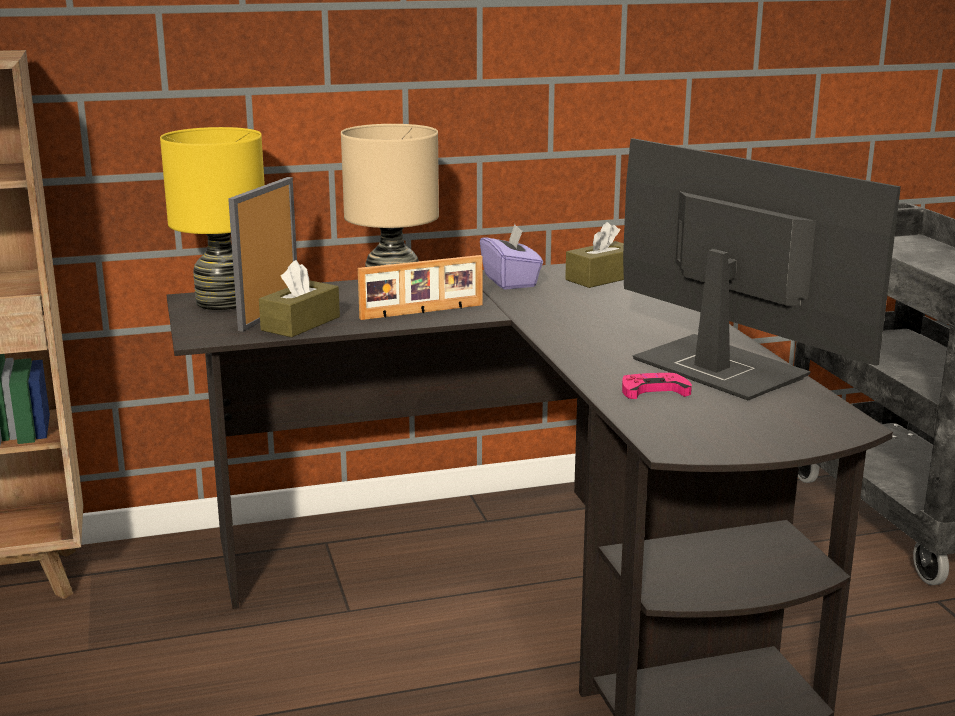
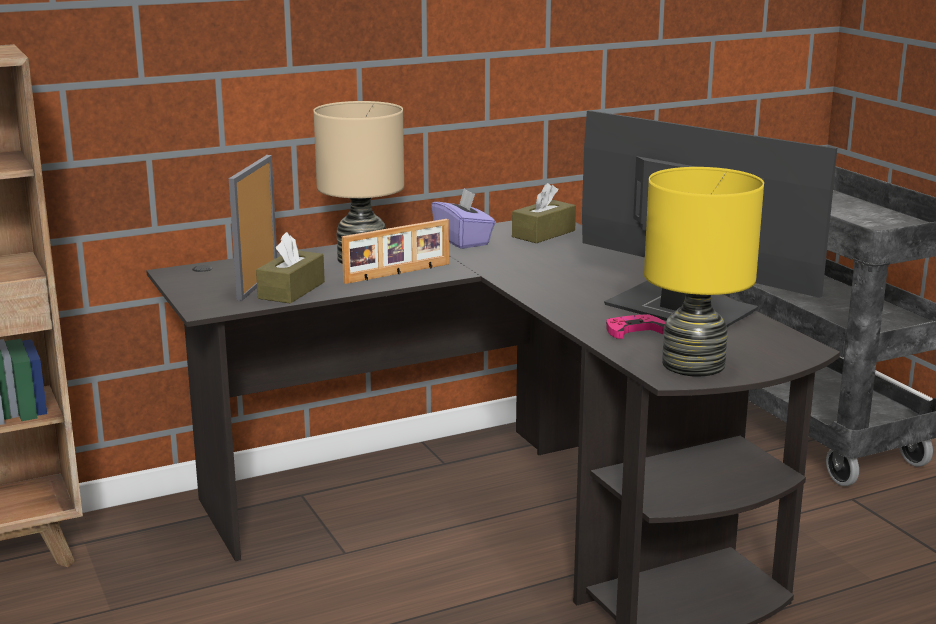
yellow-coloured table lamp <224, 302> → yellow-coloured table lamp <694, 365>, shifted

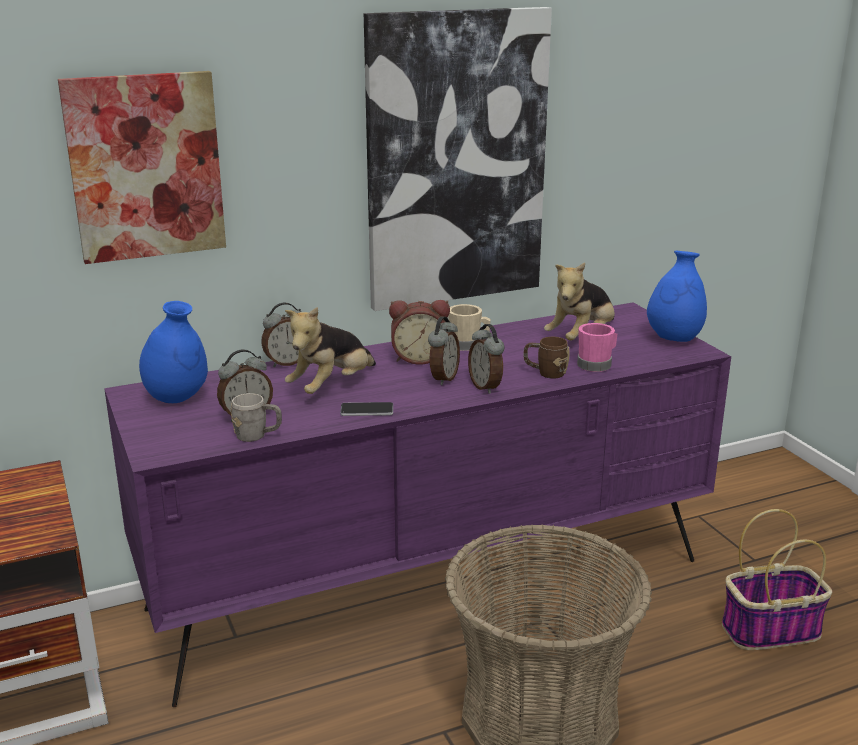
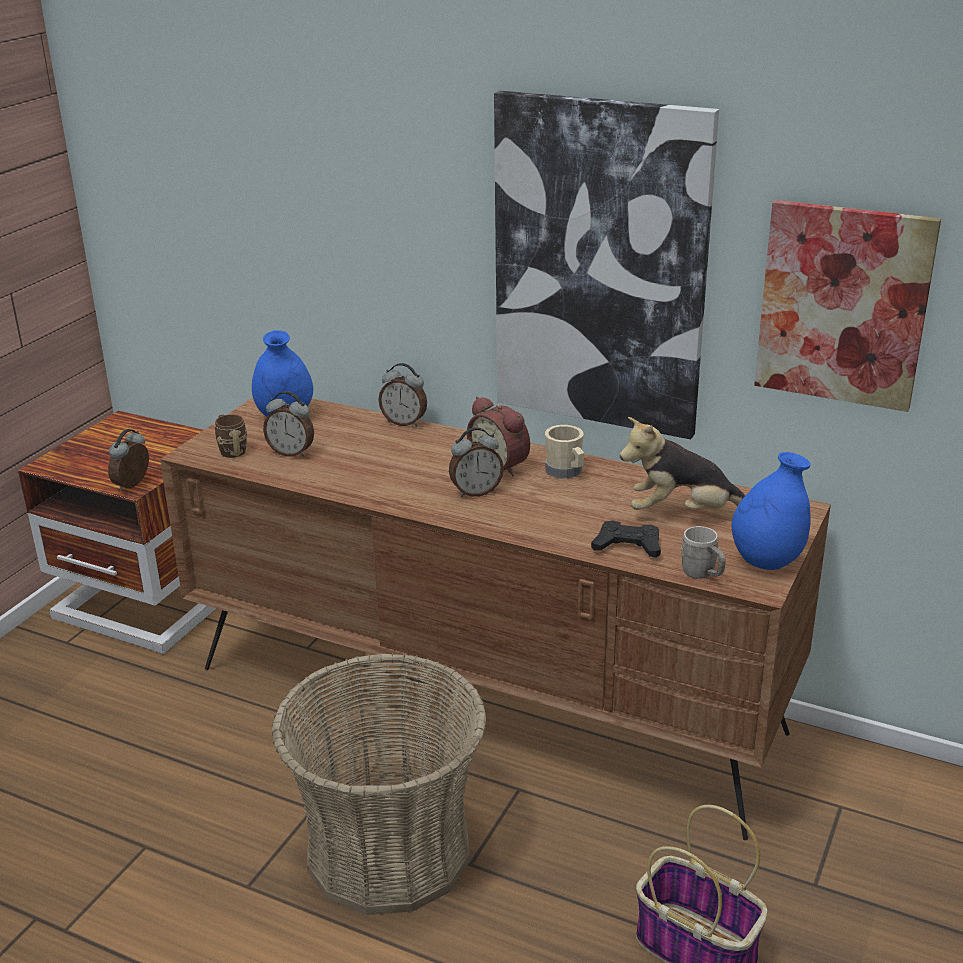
picture <146, 167> → picture <843, 305>, shifted
purple media console <431, 584> → brown-coloured media console <488, 700>
soft toy <332, 387> → -
pink-coloured mug <597, 364> → black-coloured joypad <628, 546>
alarm clock <486, 387> → alarm clock <133, 485>, shifted
brown-coloured mug <545, 373> → brown-coloured mug <231, 449>, shifted
gray mug <257, 436> → gray mug <703, 574>, shifted
phone <367, 410> → -

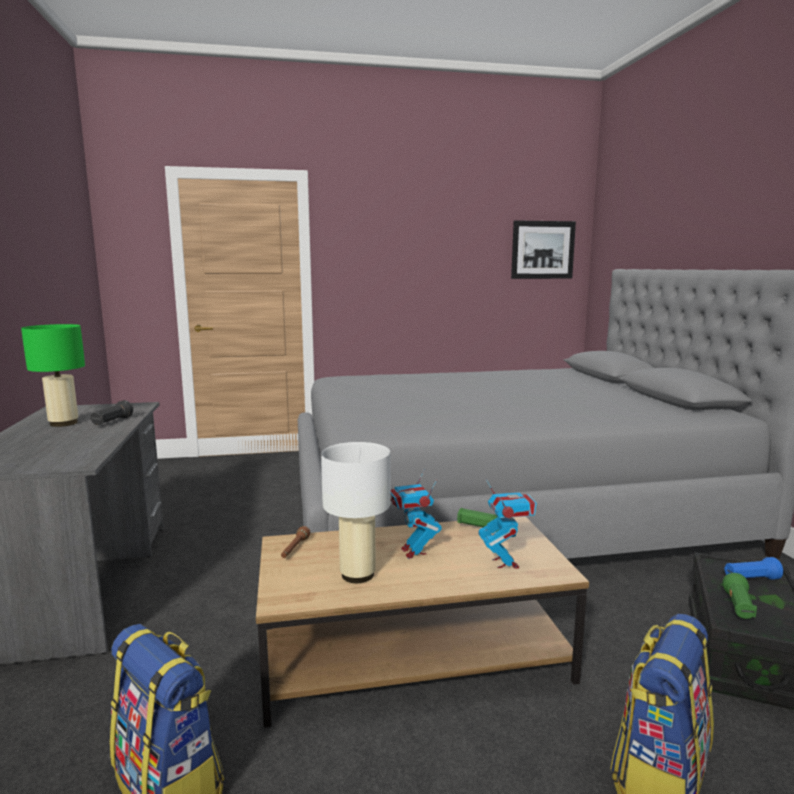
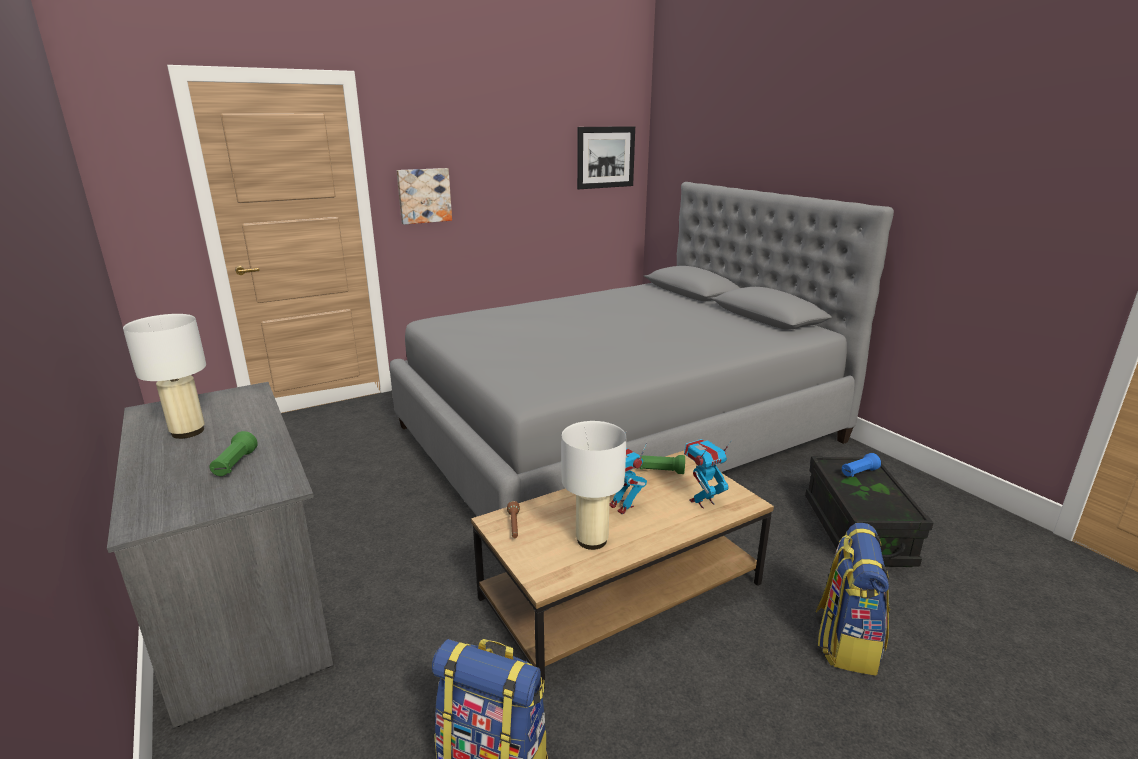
greenish table lamp <64, 423> → white table lamp <189, 431>
black-coloured hand torch <112, 422> → -
model robot <505, 563> → model robot <702, 501>, 90 degrees counterclockwise
greenish hand torch <738, 607> → greenish hand torch <235, 465>, shifted
- → picture <424, 195>

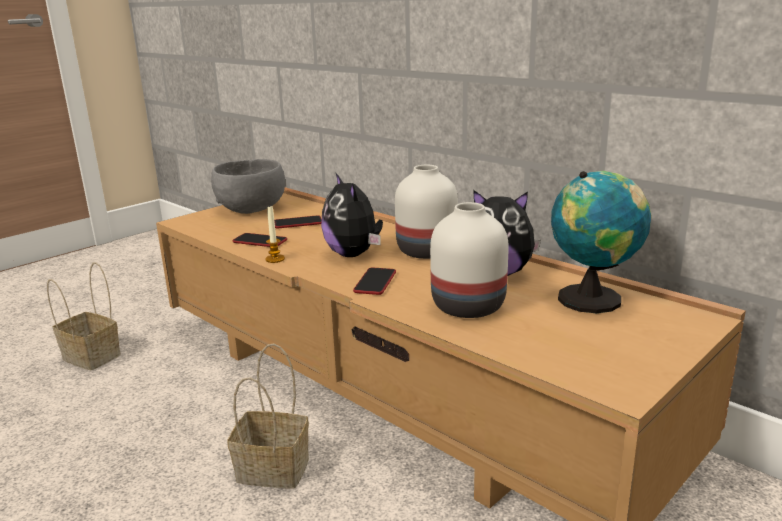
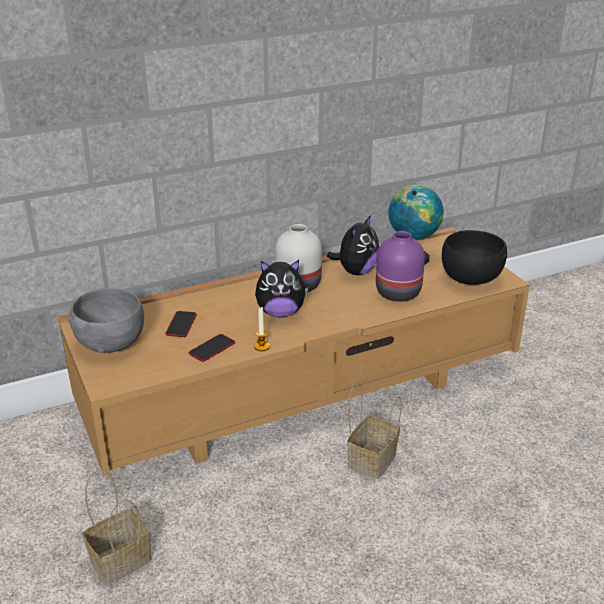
white flower vase <468, 307> → purple flower vase <399, 293>
phone <375, 282> → -
- → black-coloured bowl <470, 278>

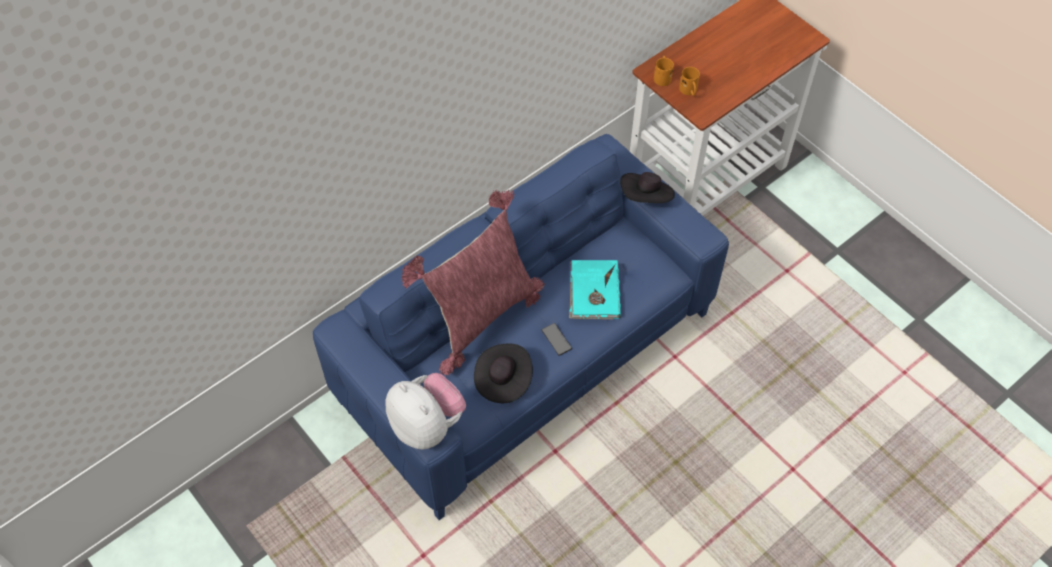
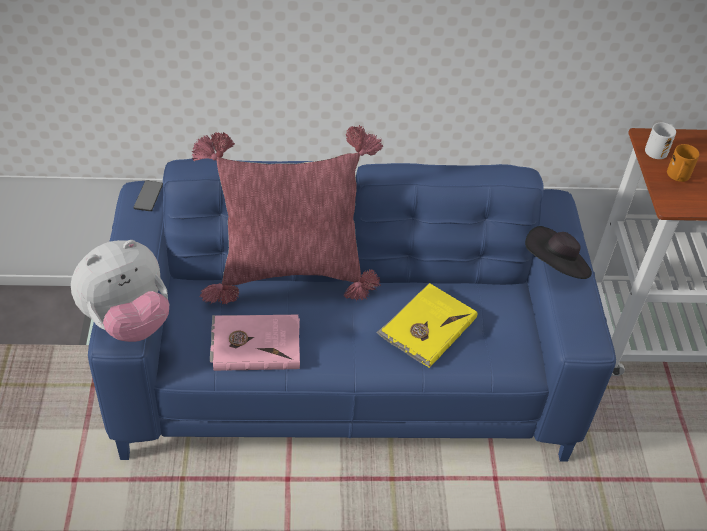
orange mug <662, 76> → white mug <658, 149>
turquoise-coloured volume <594, 292> → yellow-coloured volume <426, 327>
phone <556, 339> → phone <148, 196>, shifted
black-coloured clothing hat <503, 380> → pink-coloured volume <255, 344>
soft toy <427, 425> → soft toy <127, 321>, 60 degrees clockwise

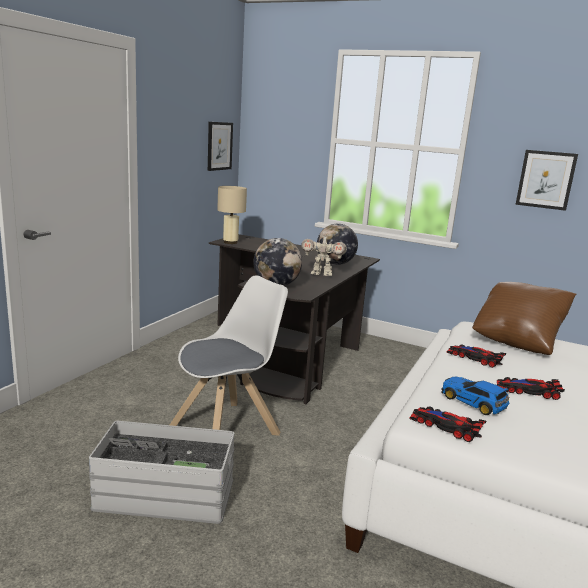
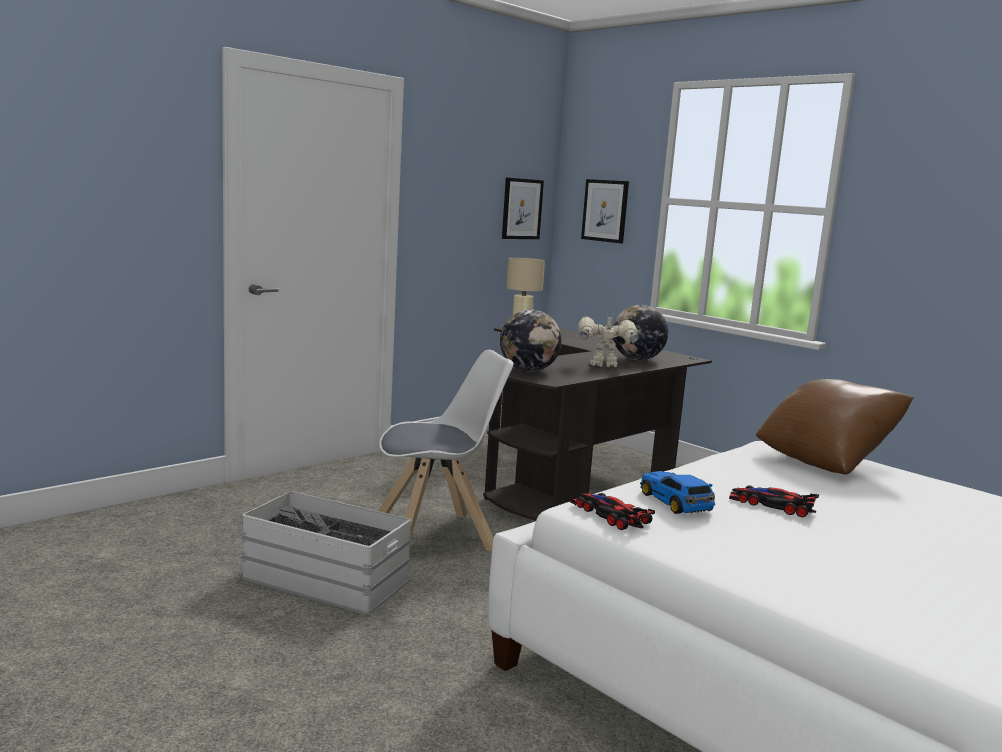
picture <545, 179> → picture <605, 210>, shifted
model robot <321, 274> → model robot <604, 366>, 150 degrees clockwise
toy car <474, 358> → -

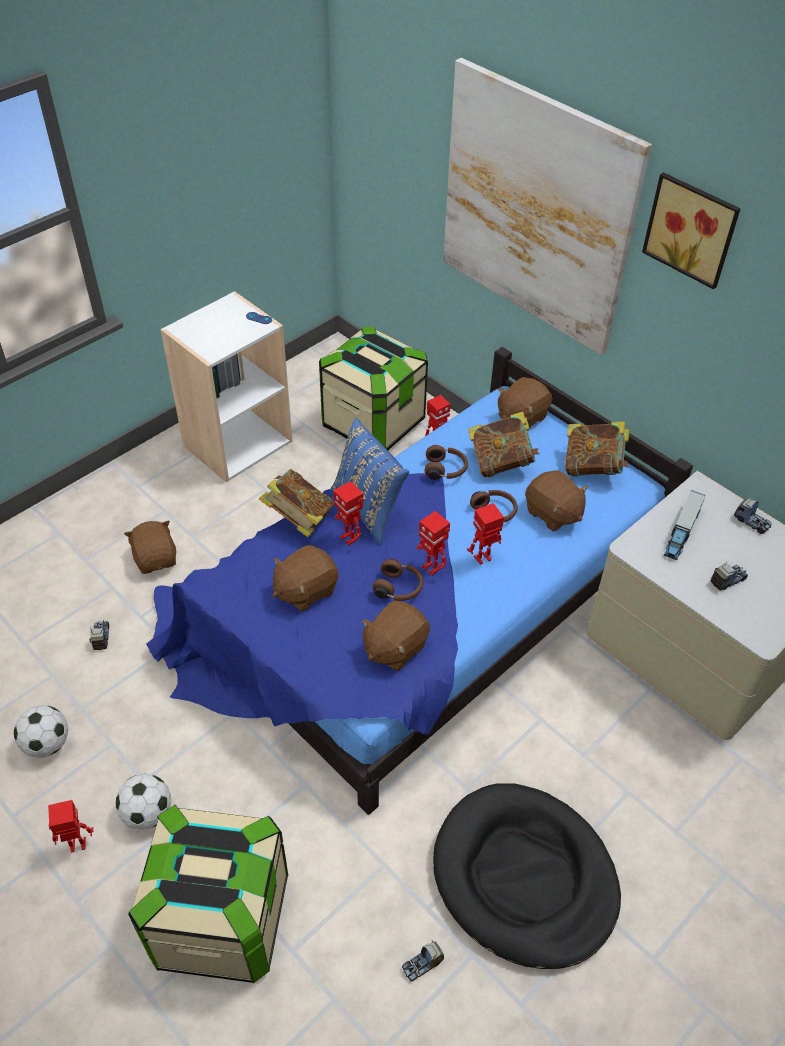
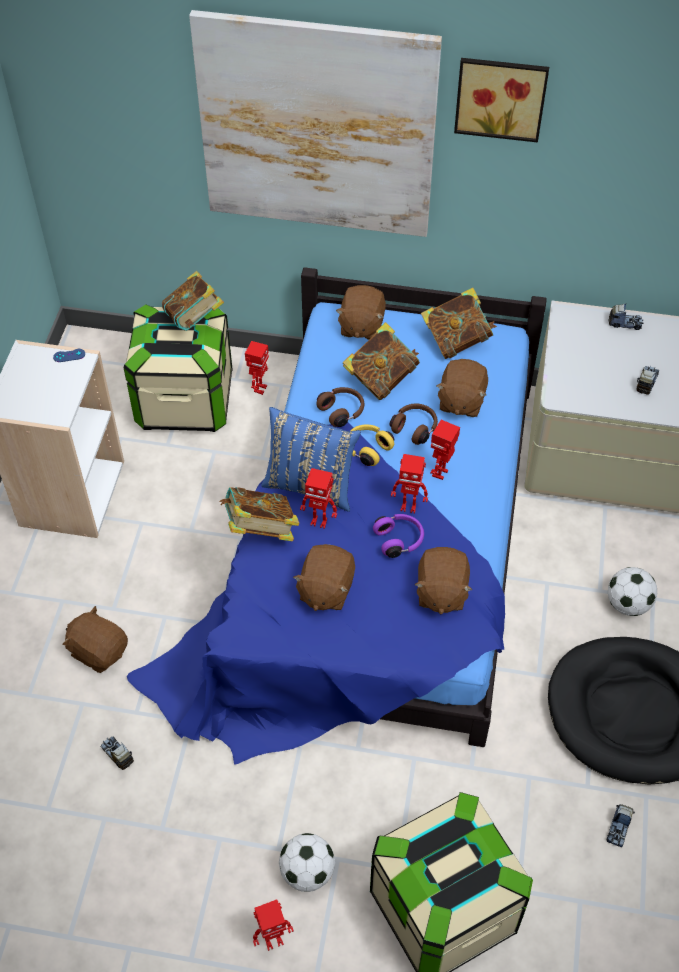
brown-coloured soft toy <552, 513> → brown-coloured soft toy <460, 401>, 90 degrees clockwise
model truck <681, 532> → -
brown-coloured headset <399, 588> → purple headset <399, 540>
football ball <47, 743> → football ball <627, 604>, shifted
model robot <78, 846> → model robot <273, 940>, 150 degrees counterclockwise
- → volume <194, 319>
- → yellow-coloured headset <367, 449>

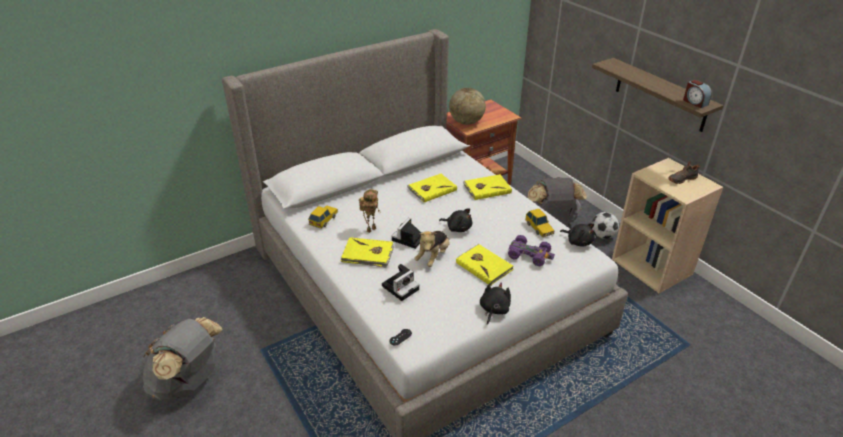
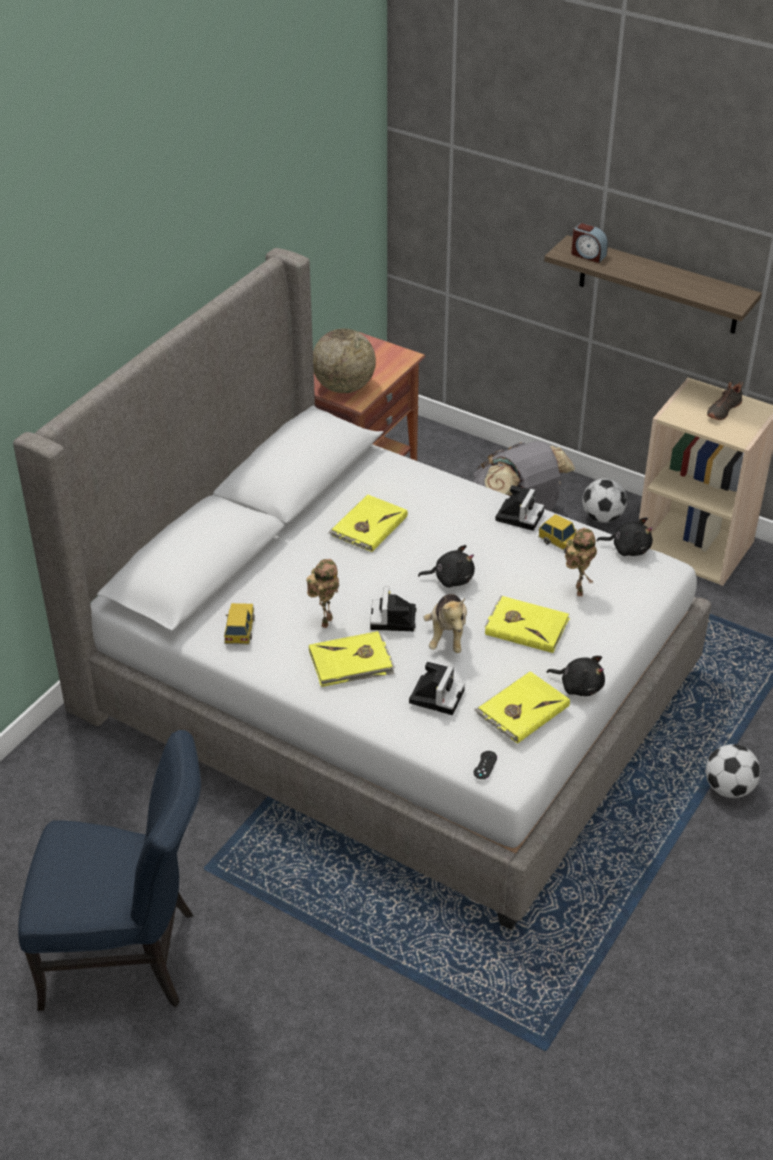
alarm clock <695, 102> → alarm clock <588, 255>, shifted
yellow-coloured volume <486, 188> → yellow-coloured volume <521, 709>, shifted
purple toy car <530, 255> → model robot <577, 590>
black-coloured soft toy <493, 310> → black-coloured soft toy <579, 686>, 120 degrees clockwise
gray backpack <189, 382> → blue plain chair <129, 956>
- → photo camera <519, 515>
- → football ball <728, 788>

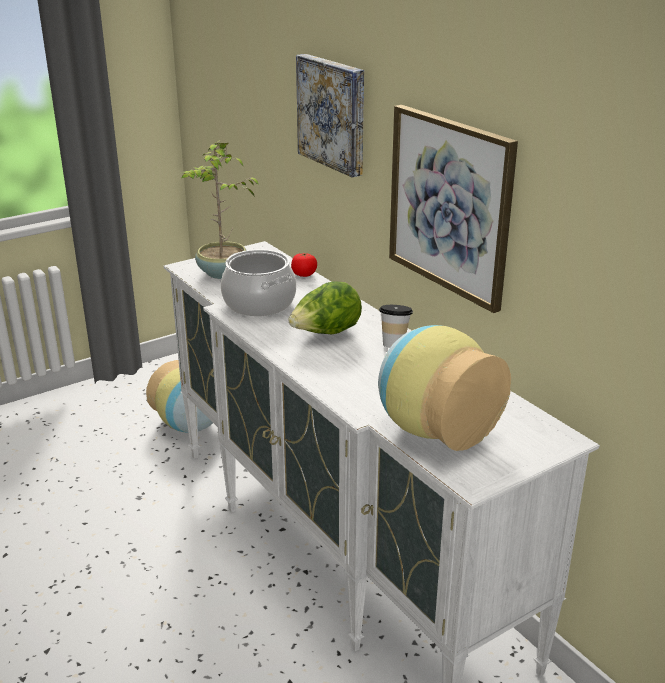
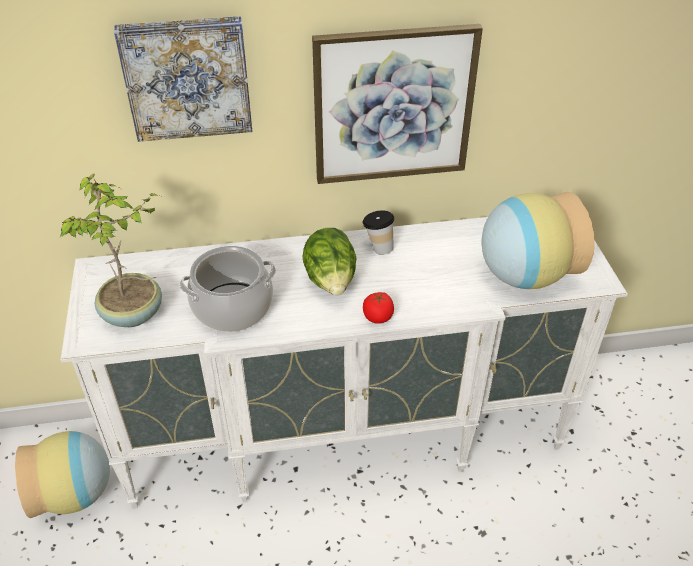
whole tomato <304, 274> → whole tomato <378, 317>, shifted

